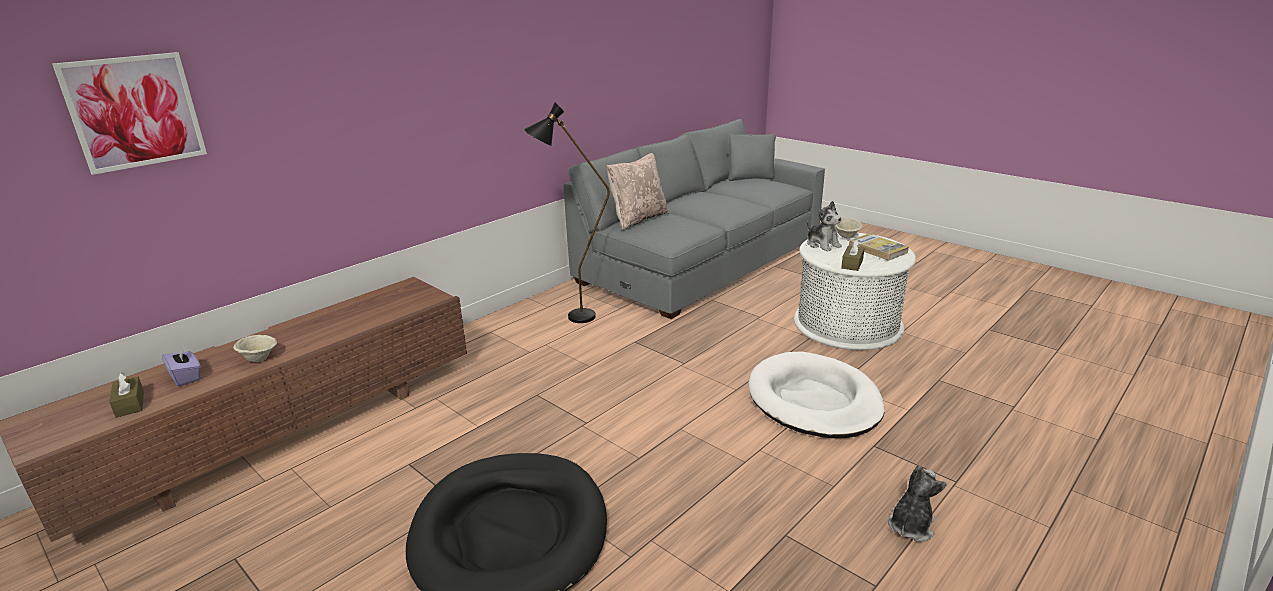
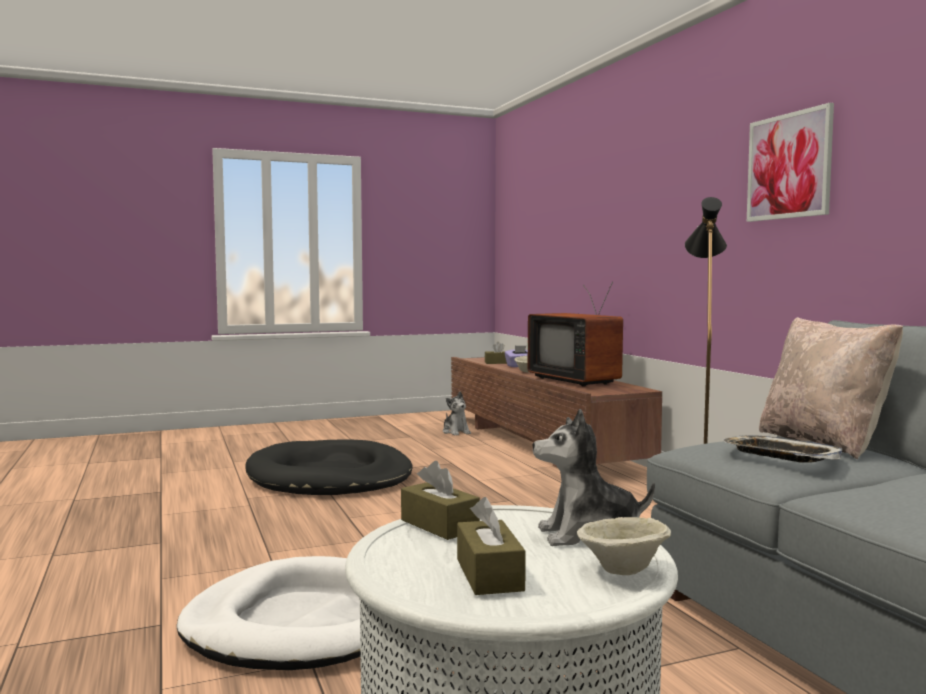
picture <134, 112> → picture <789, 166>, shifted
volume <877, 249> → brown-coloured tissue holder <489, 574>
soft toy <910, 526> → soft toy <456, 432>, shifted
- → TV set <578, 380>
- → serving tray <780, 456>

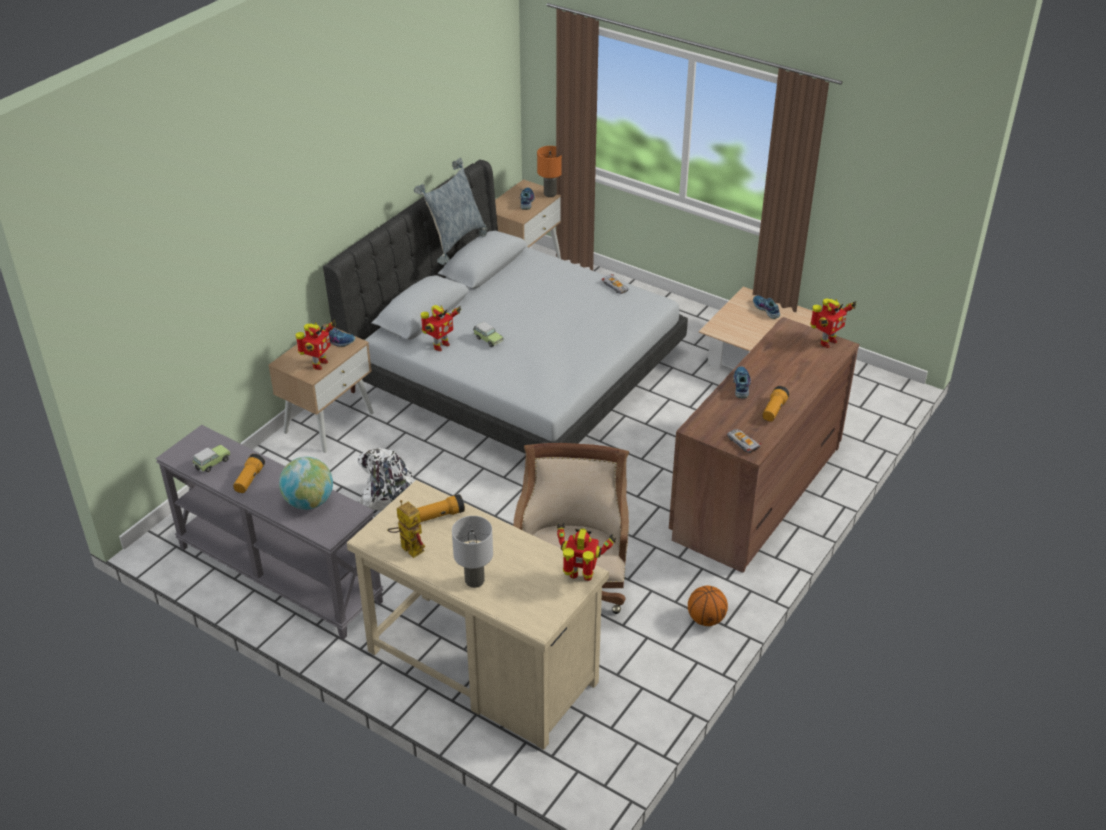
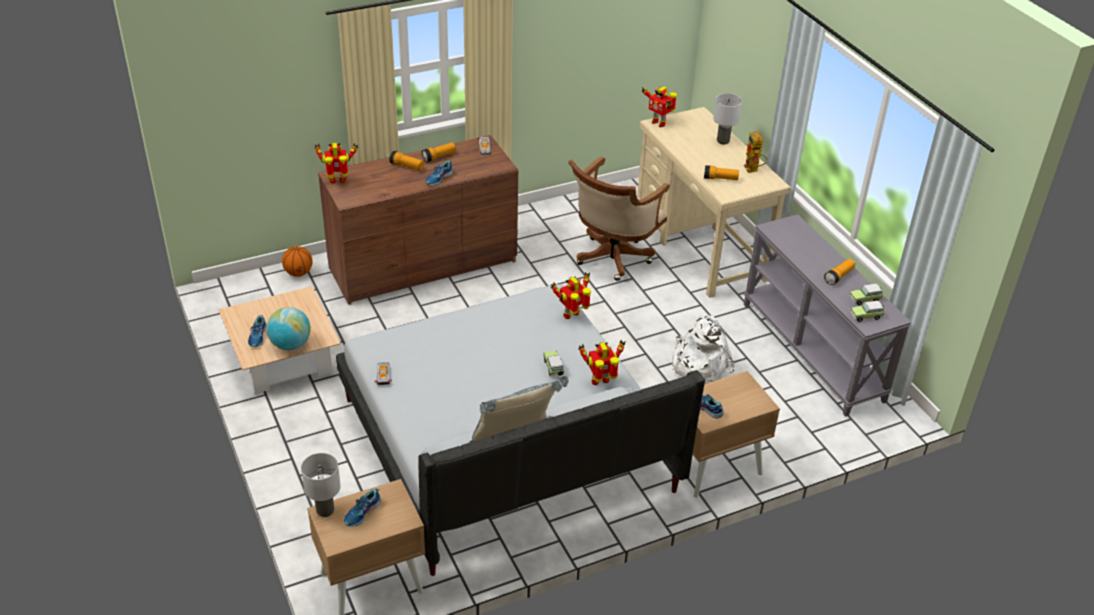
orange table lamp <549, 194> → white table lamp <326, 512>
model robot <318, 364> → model robot <572, 315>, shifted
world globe <309, 502> → world globe <291, 344>, shifted
ball for basketball <706, 619> → ball for basketball <298, 273>, shifted
- → hand torch <407, 166>
- → toy car <867, 316>

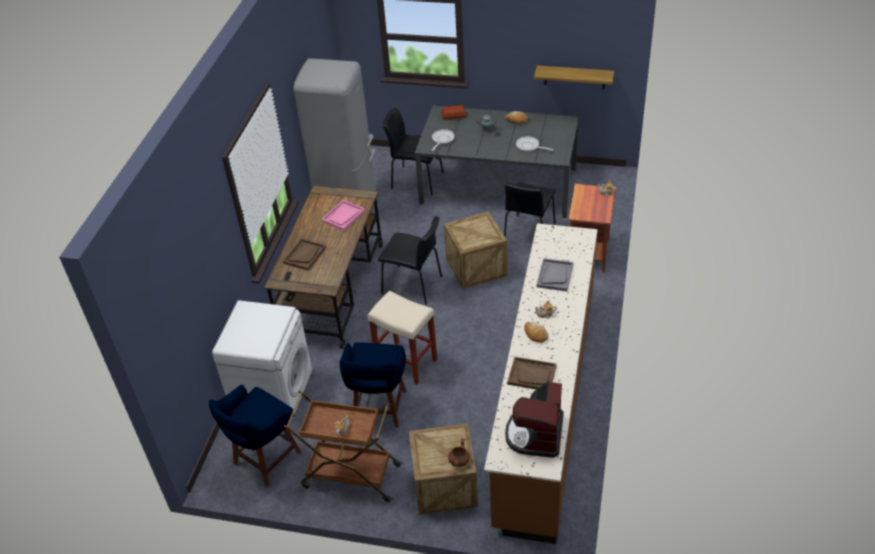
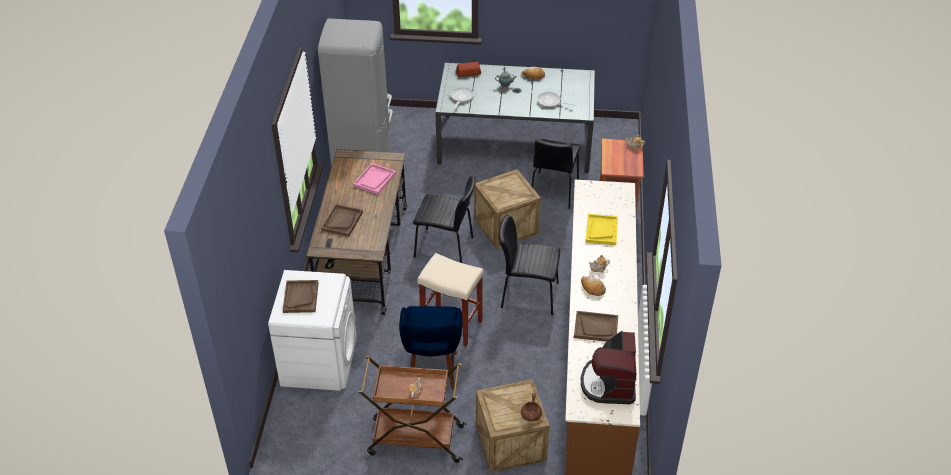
shelf <574, 77> → -
black-coloured plain chair <415, 180> → black-coloured plain chair <527, 295>, shifted
gray serving tray <554, 275> → yellow-coloured serving tray <601, 230>
blue stool <265, 460> → -
- → brown-coloured serving tray <300, 297>

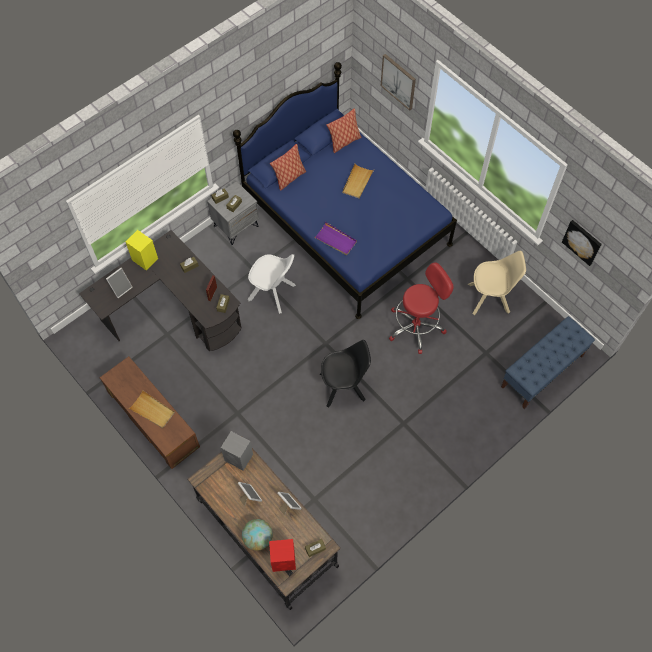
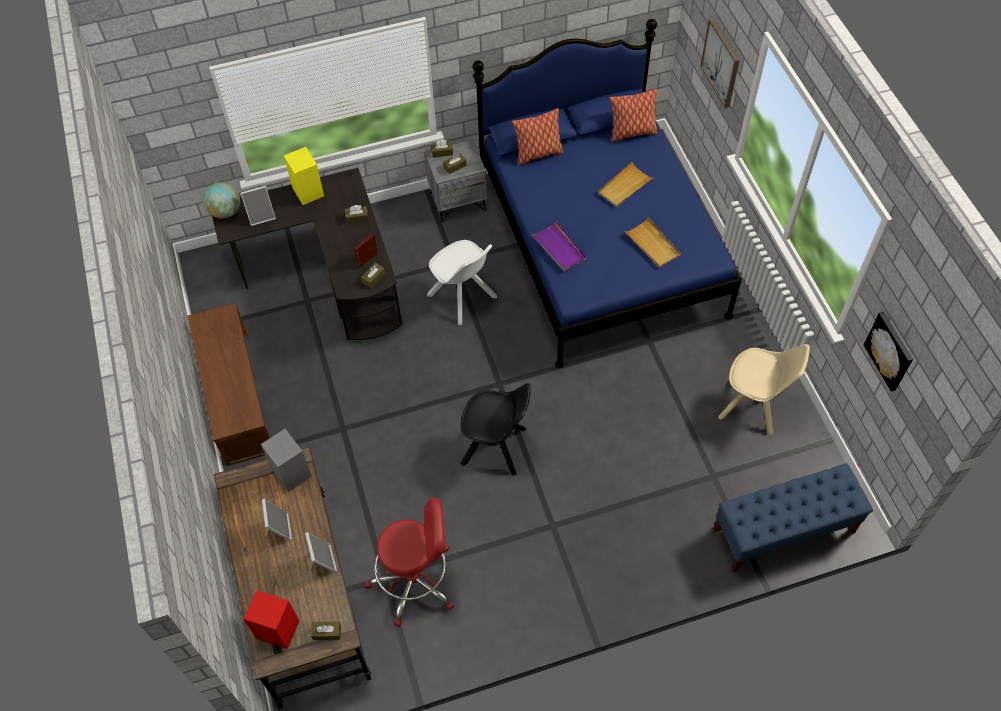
reddish stool <416, 326> → reddish stool <415, 581>, shifted
sand-coloured serving tray <152, 410> → sand-coloured serving tray <652, 244>, shifted
world globe <258, 538> → world globe <225, 212>, shifted

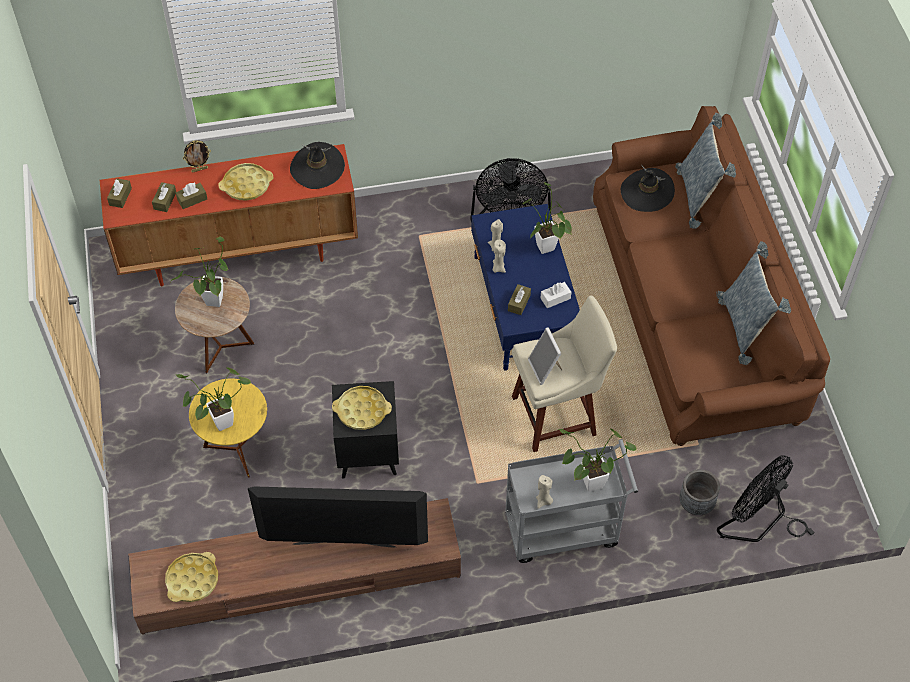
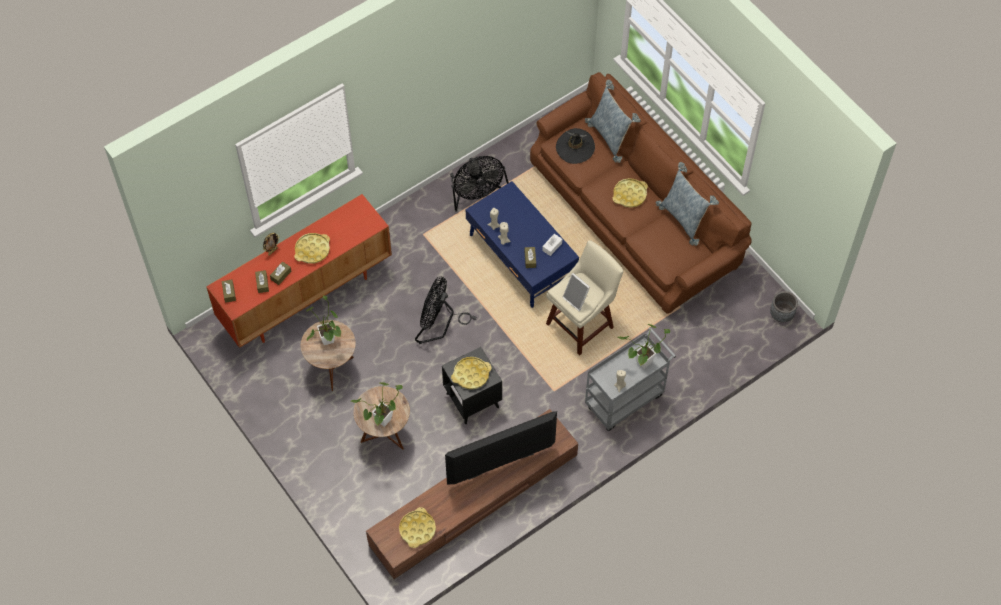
black-coloured clothing hat <317, 168> → -
potted plant <546, 251> → -
yellow-coloured accent table <237, 450> → brown-coloured accent table <384, 435>
black-coloured cooling fan <762, 517> → black-coloured cooling fan <441, 320>, shifted
gray planter <696, 504> → gray planter <781, 315>, shifted
- → yellow-coloured serving tray <629, 195>

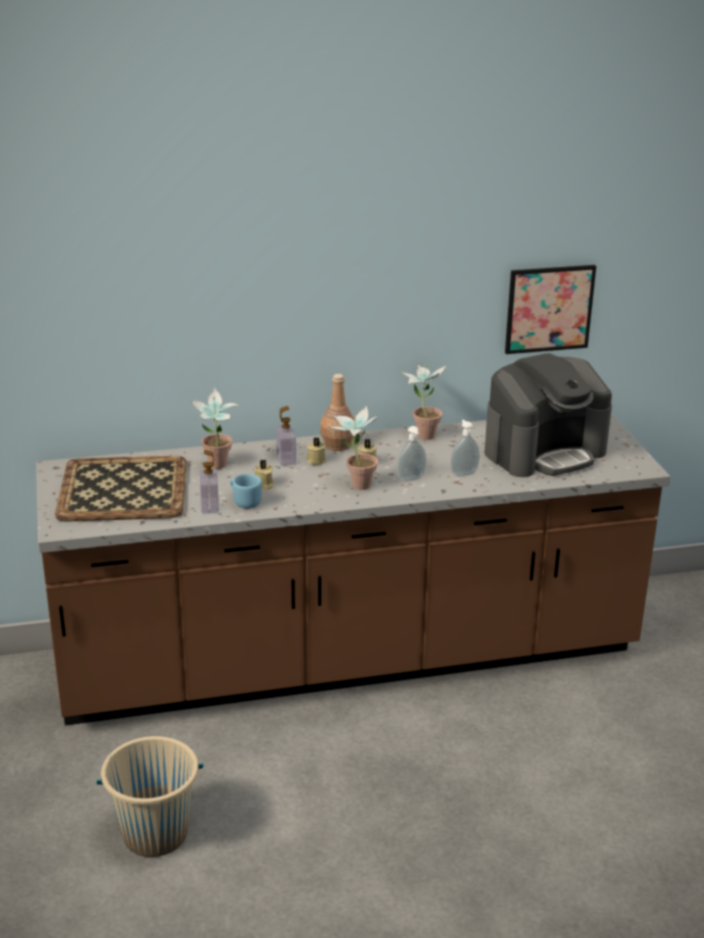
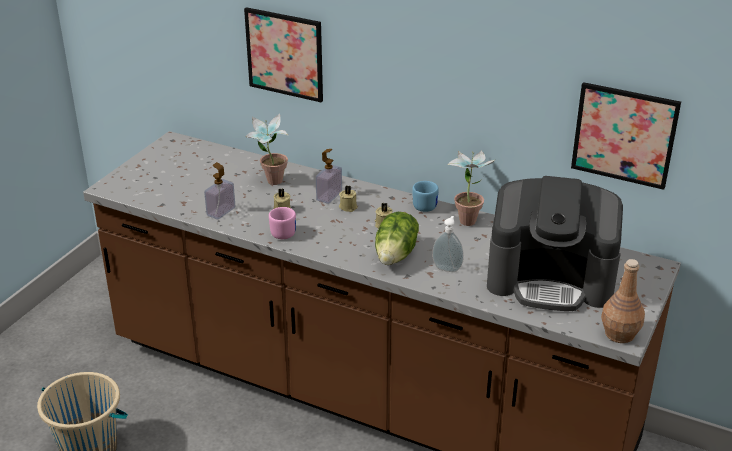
brown-coloured beverage bottle <337, 445> → brown-coloured beverage bottle <619, 334>, shifted
potted plant <355, 484> → -
soap bottle <412, 480> → lettuce head <396, 255>
serving tray <124, 489> → -
blue mug <245, 502> → blue mug <424, 205>, shifted
- → picture <285, 54>
- → pink-coloured mug <282, 232>

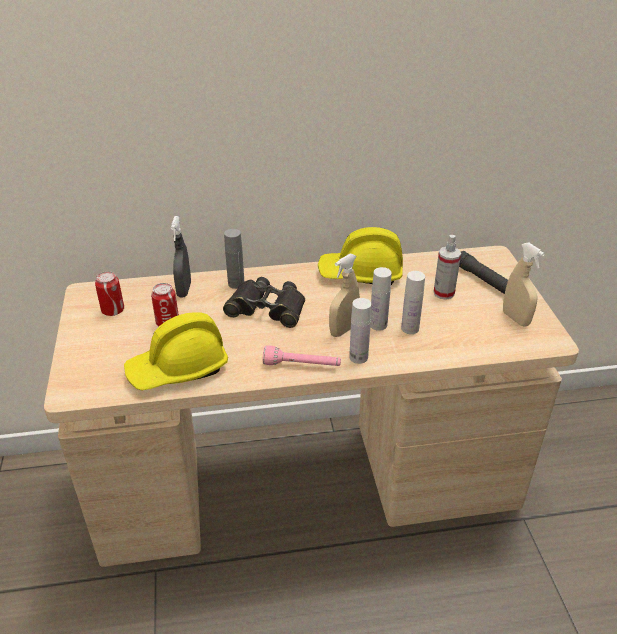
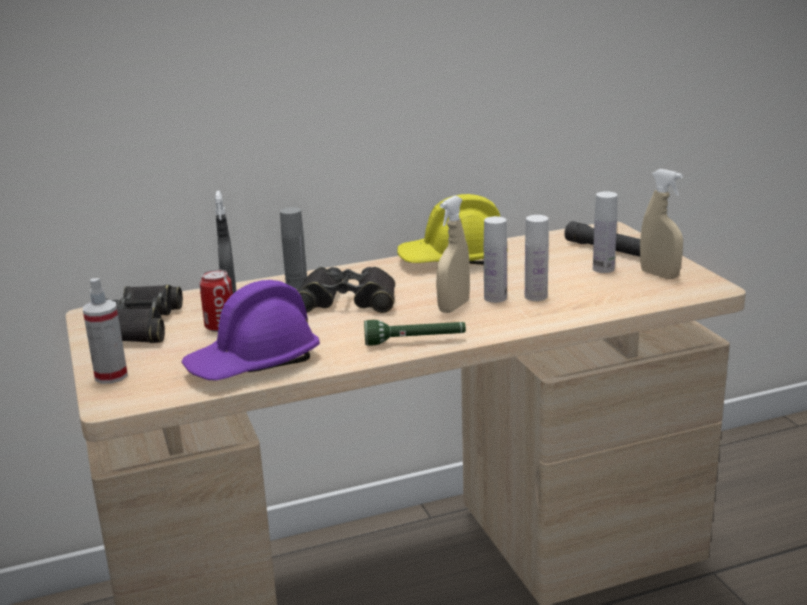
hand sprayer <443, 293> → hand sprayer <111, 376>, shifted
sealed can <113, 310> → black-coloured pair of binoculars <140, 325>
white beverage bottle <358, 357> → white beverage bottle <603, 269>, shifted
yellow-coloured safety helmet <178, 369> → purple safety helmet <254, 364>
pink-coloured hand torch <302, 365> → greenish hand torch <415, 341>

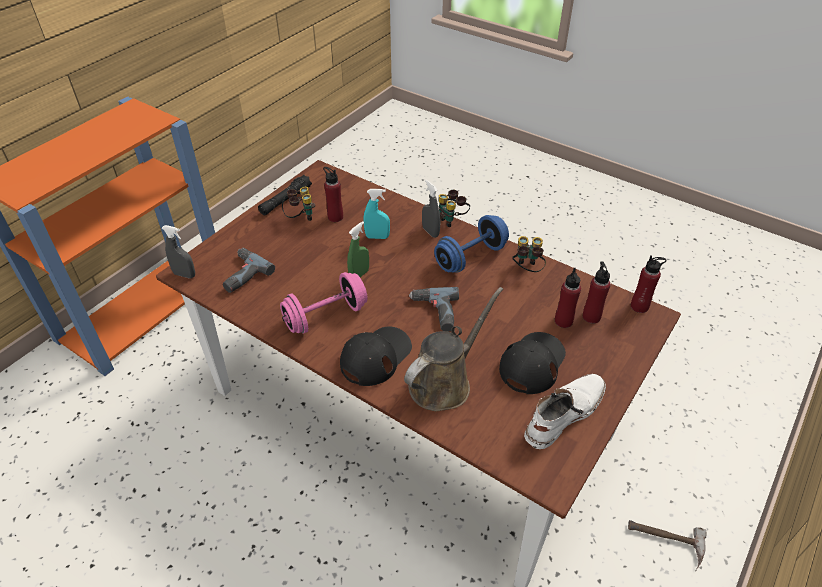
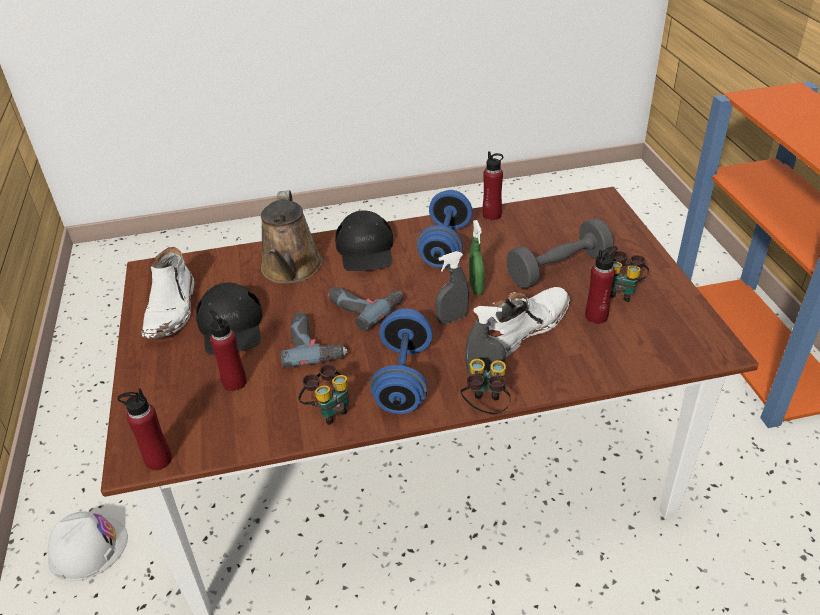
black-coloured hand torch <285, 201> → -
turquoise-coloured hand sprayer <377, 237> → white boot <523, 329>
gray hand sprayer <184, 275> → gray hand sprayer <452, 319>, shifted
electric drill <241, 274> → electric drill <314, 345>, shifted
reddish beverage bottle <591, 316> → reddish beverage bottle <492, 215>, shifted
pink-coloured hand weight <326, 316> → blue hand weight <445, 246>
hand hammer <665, 543> → white safety helmet <88, 548>
- → gray hand weight <558, 269>

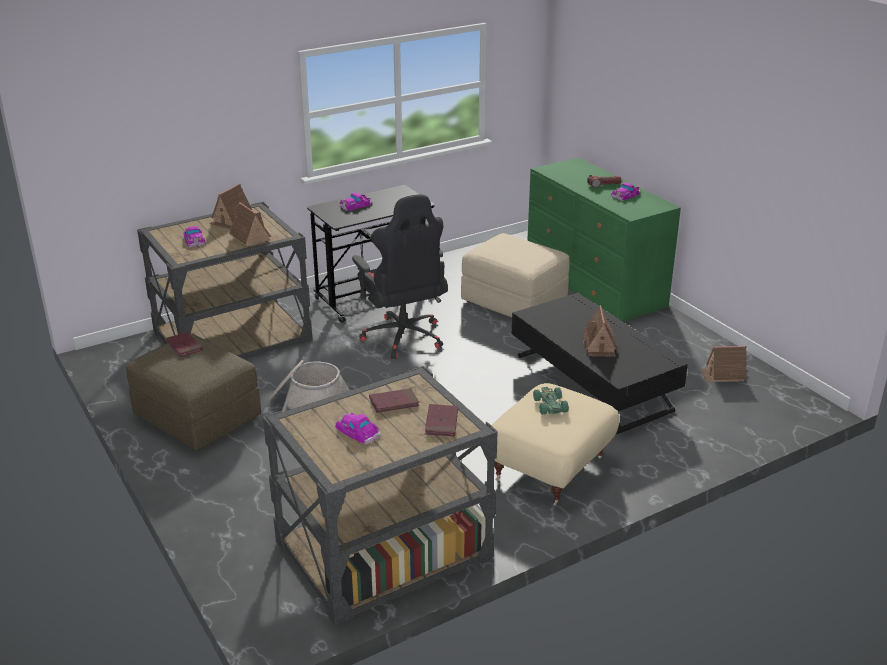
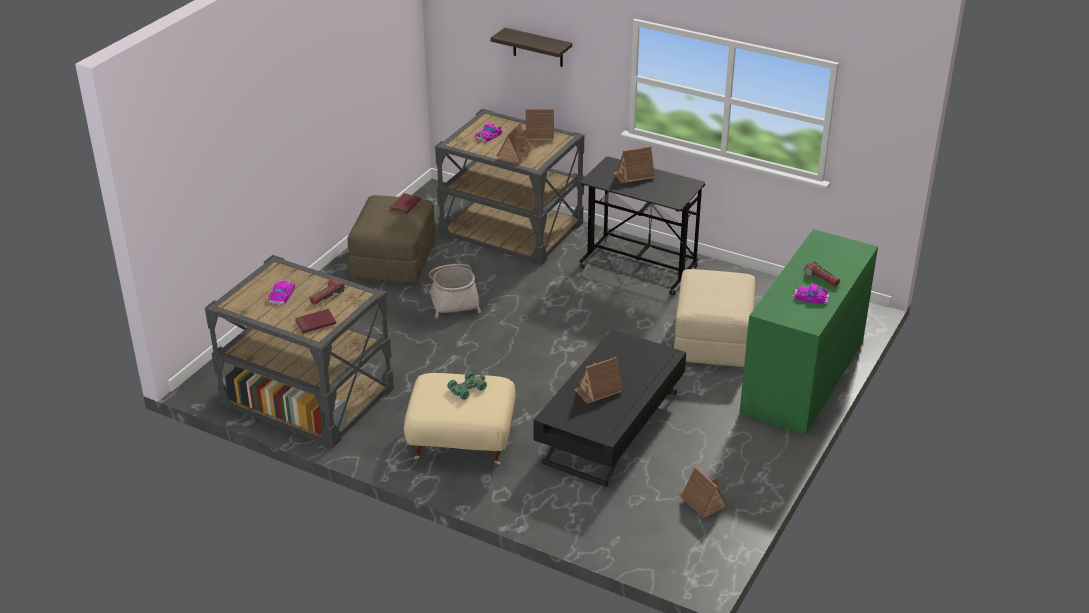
toy car <355, 205> → model house <634, 175>
black-coloured desk chair <402, 337> → -
reddish volume <394, 402> → hand torch <327, 296>
- → shelf <538, 48>

